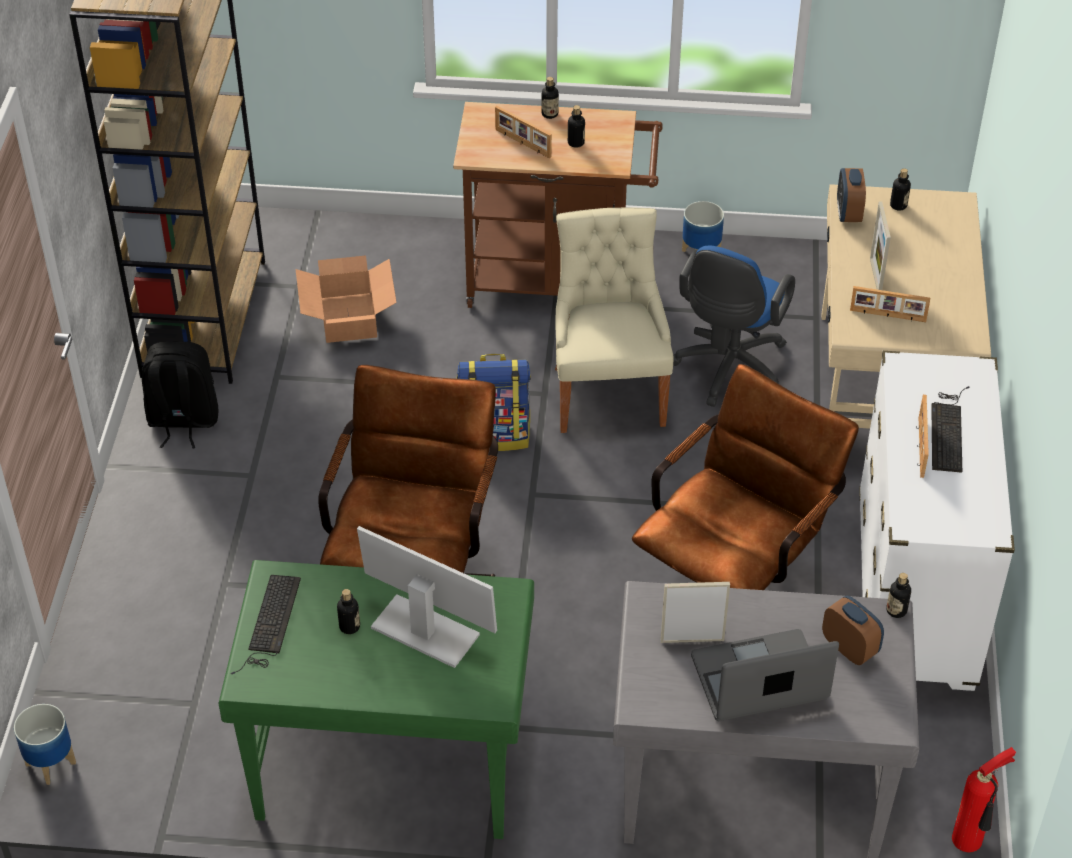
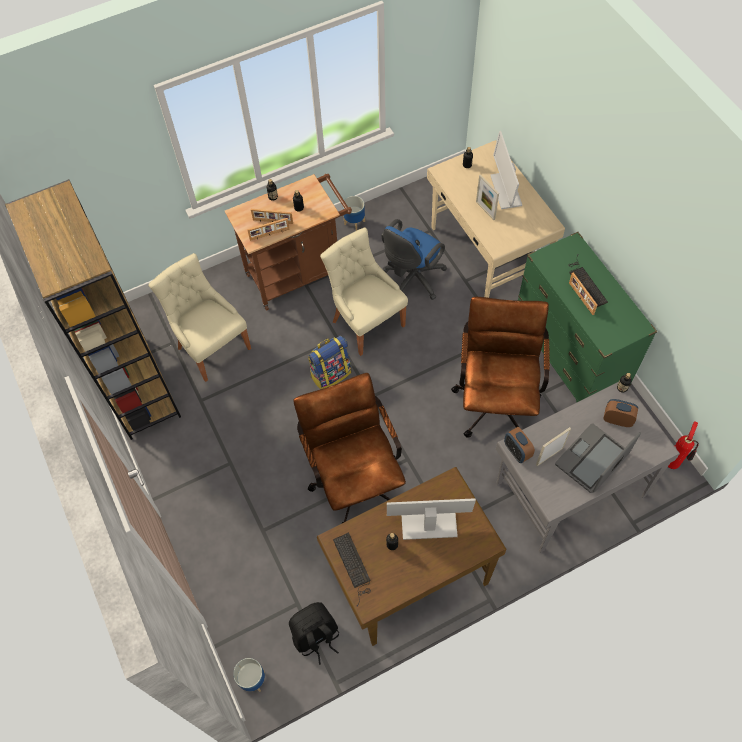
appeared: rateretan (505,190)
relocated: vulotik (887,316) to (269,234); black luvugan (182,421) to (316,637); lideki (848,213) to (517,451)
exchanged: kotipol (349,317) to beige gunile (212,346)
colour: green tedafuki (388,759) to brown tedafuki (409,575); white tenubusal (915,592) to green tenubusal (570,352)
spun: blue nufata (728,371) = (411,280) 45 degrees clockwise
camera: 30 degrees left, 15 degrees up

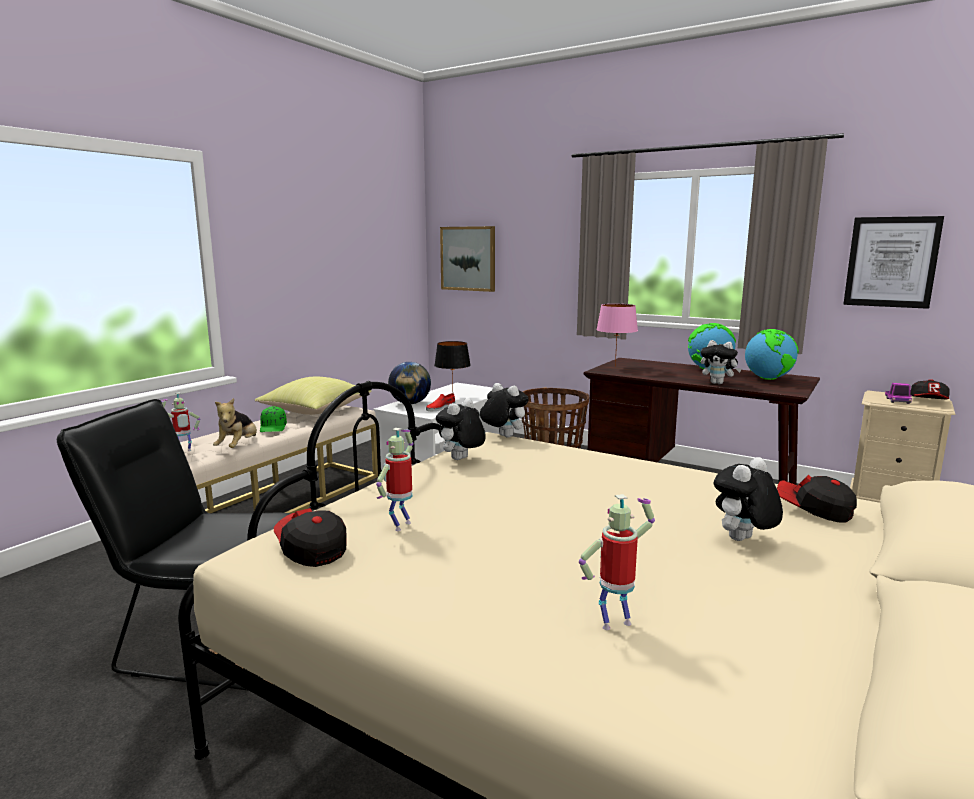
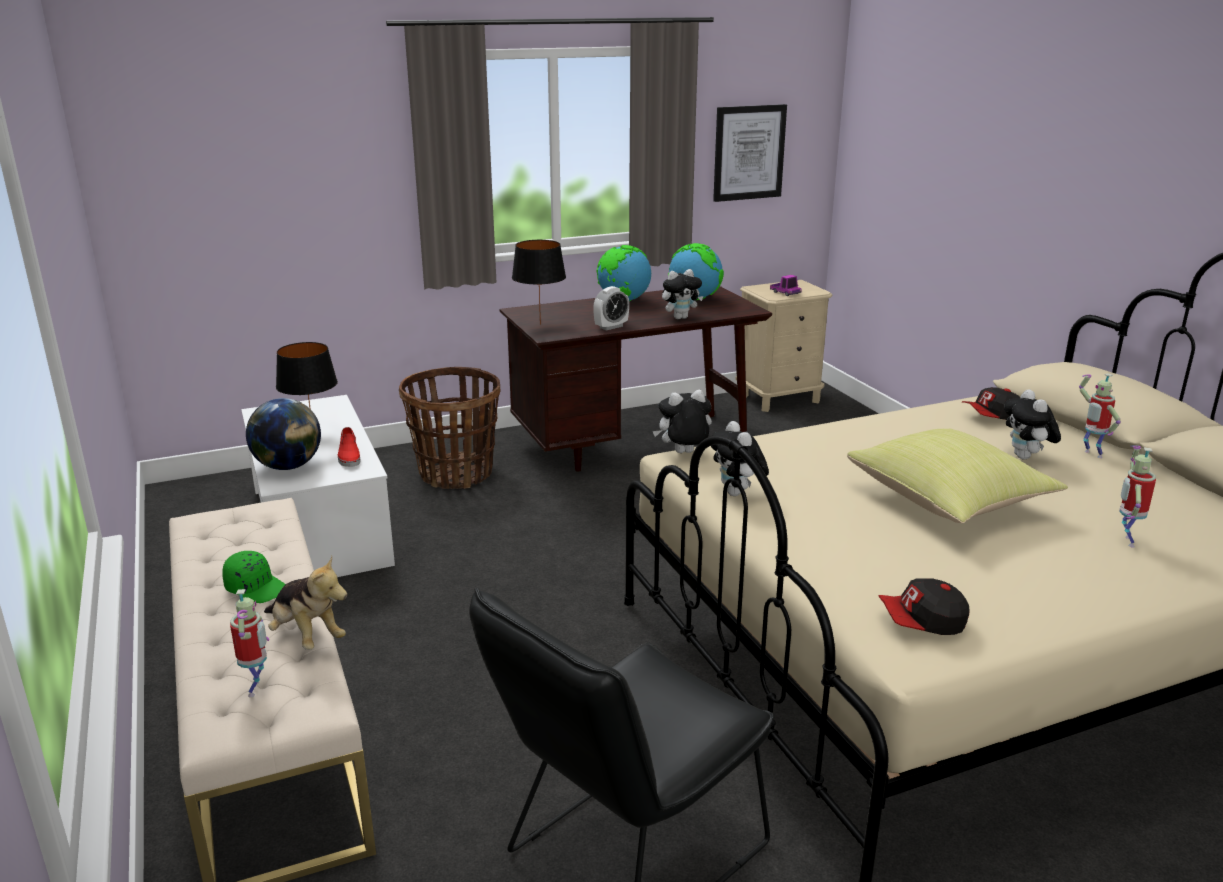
missing: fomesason (468,258); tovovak (929,401)
appeared: lideki (611,327)
relocated: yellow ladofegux (316,412) to (950,502); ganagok (400,525) to (1090,454)
colour: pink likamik (615,366) to black likamik (541,324)
camera: 55 degrees left, 10 degrees up

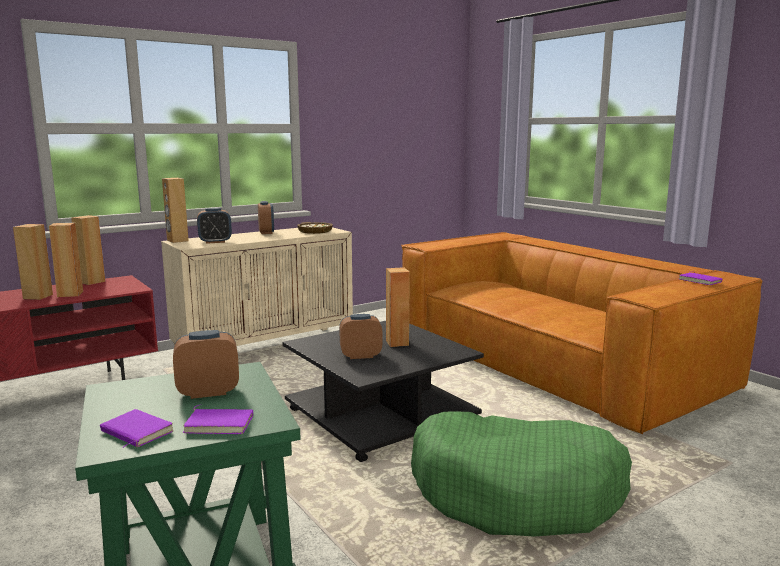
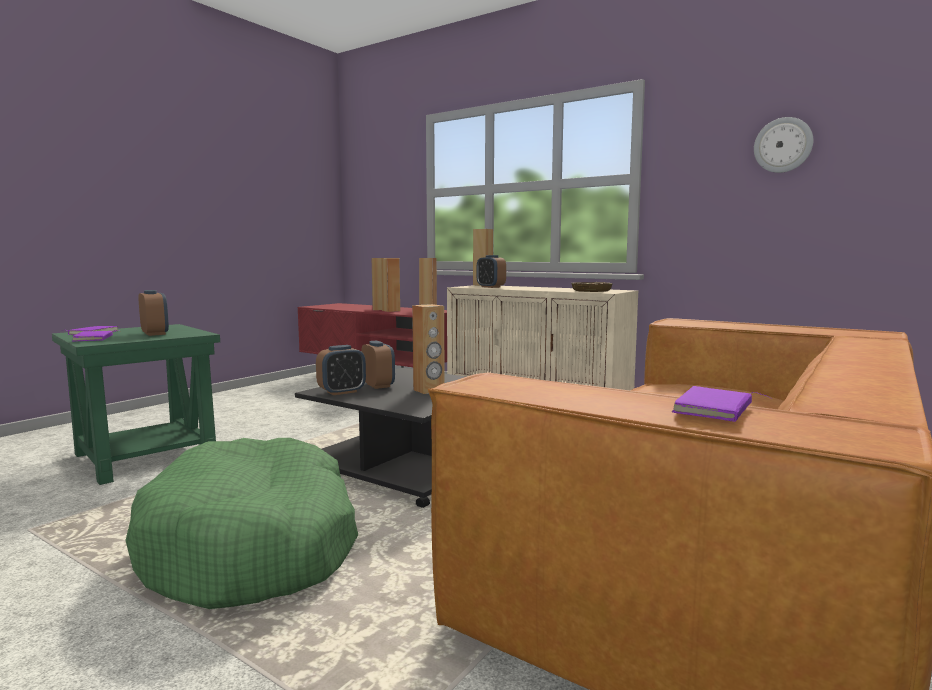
appeared: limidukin (783,145)
relocated: lideki (266,232) to (342,392)
camera: 70 degrees right, 5 degrees down

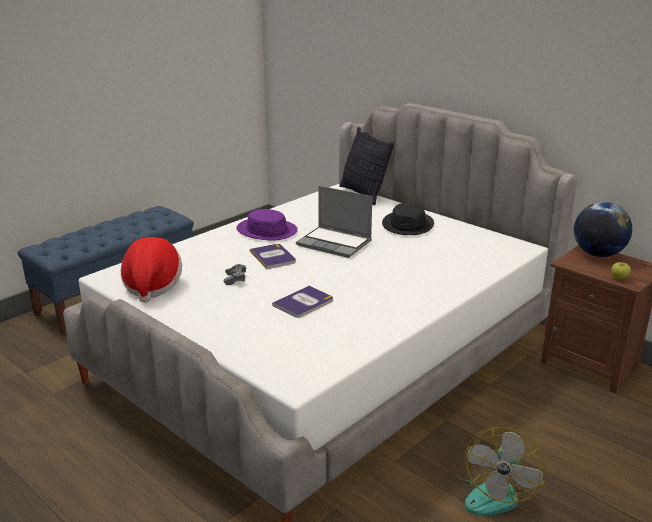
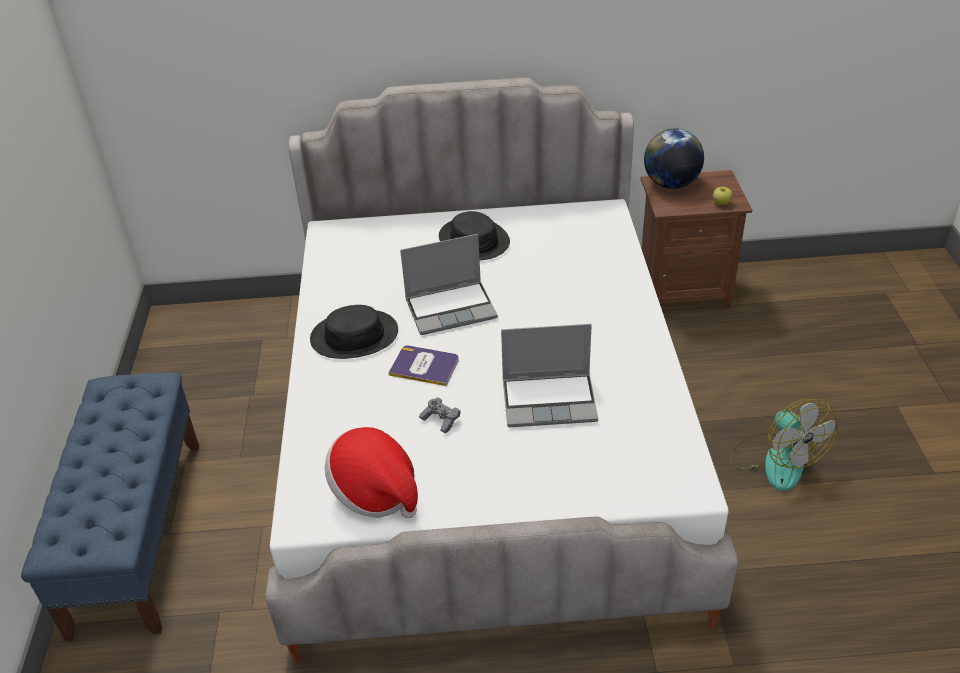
missing: ladofegux (364,194)
exchanged: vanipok (303,303) to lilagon (550,400)
colour: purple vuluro (267,230) to black vuluro (354,335)
camera: 45 degrees left, 15 degrees up

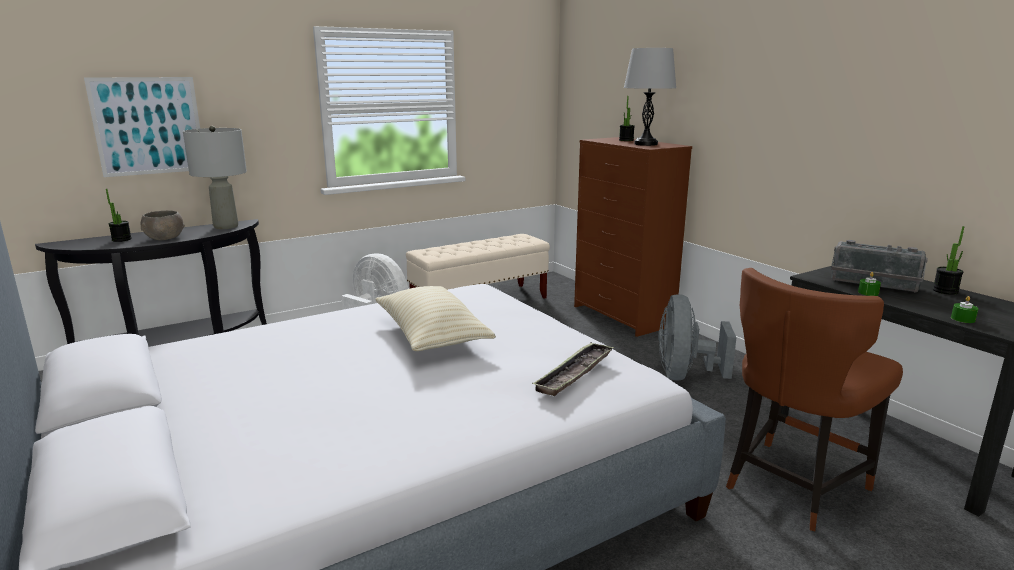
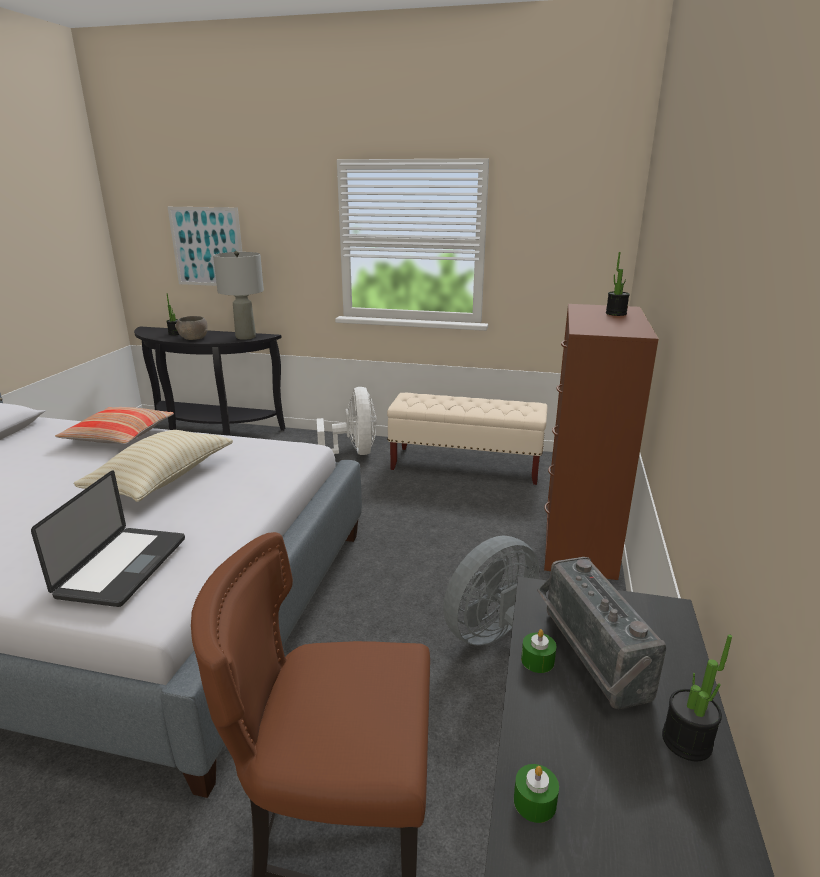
missing: grey likamik (646,144)
appeared: ladofegux (119,435)
exchanged: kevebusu (574,373) to lilagon (123,567)
camera: 45 degrees right, 5 degrees up

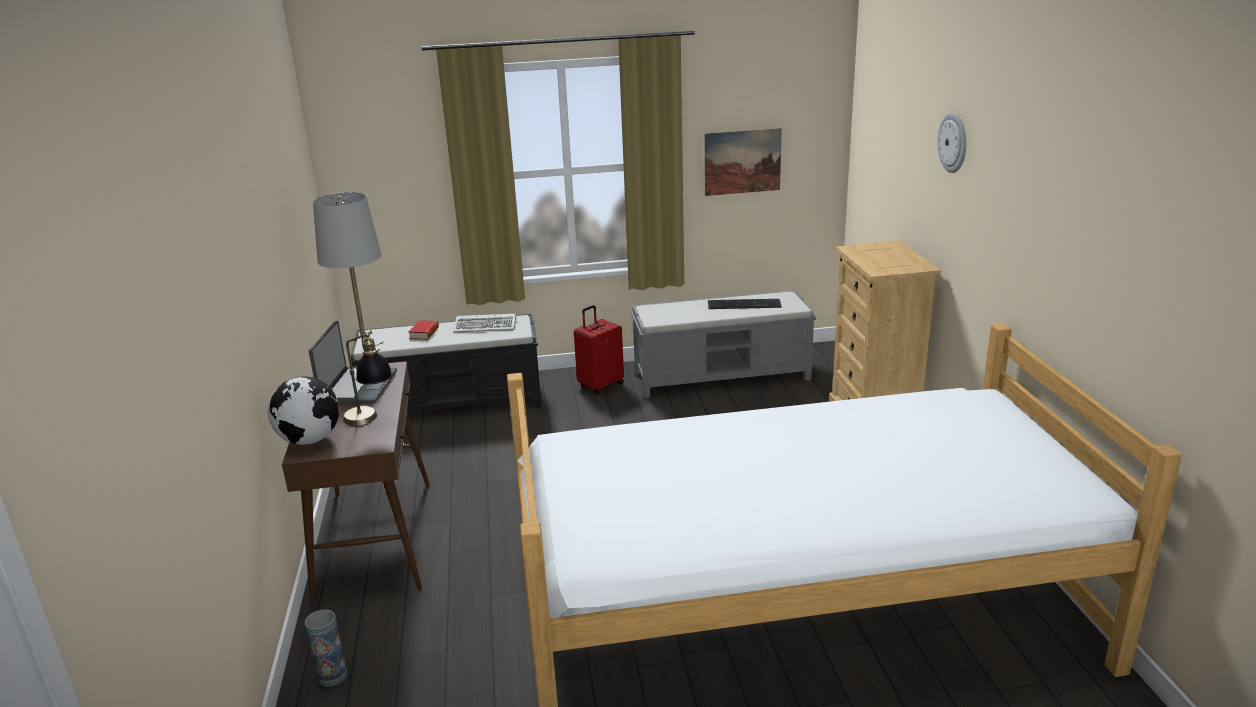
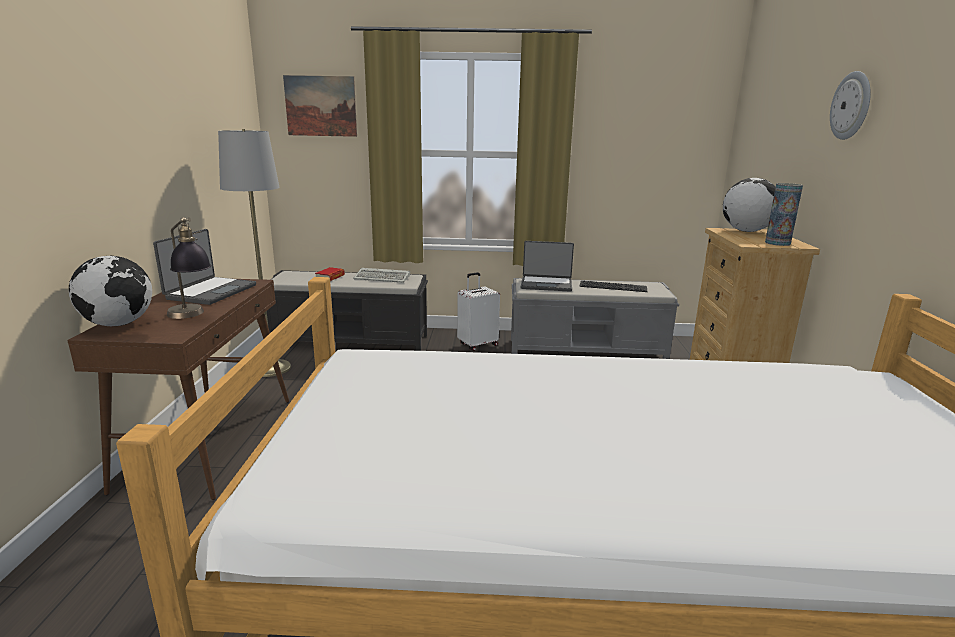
appeared: lilagon (546,284); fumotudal (746,231)
relocated: fomesason (742,161) to (321,106); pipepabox (332,676) to (777,243)
colour: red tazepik (600,385) to white tazepik (477,344)
camera: 10 degrees right, 5 degrees down

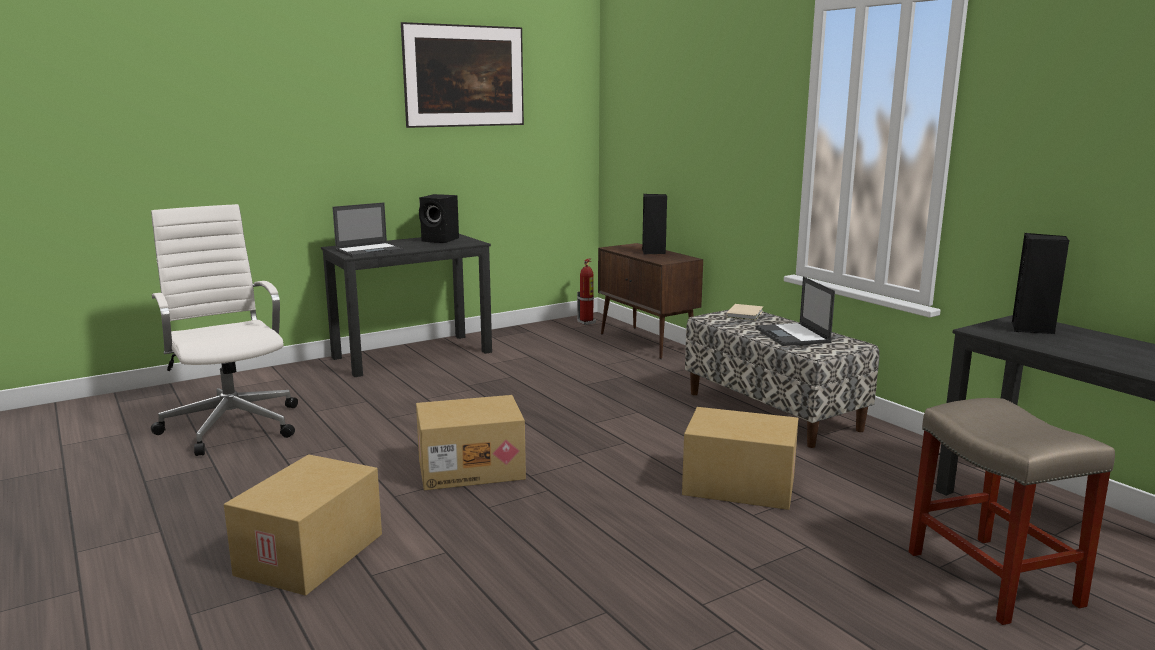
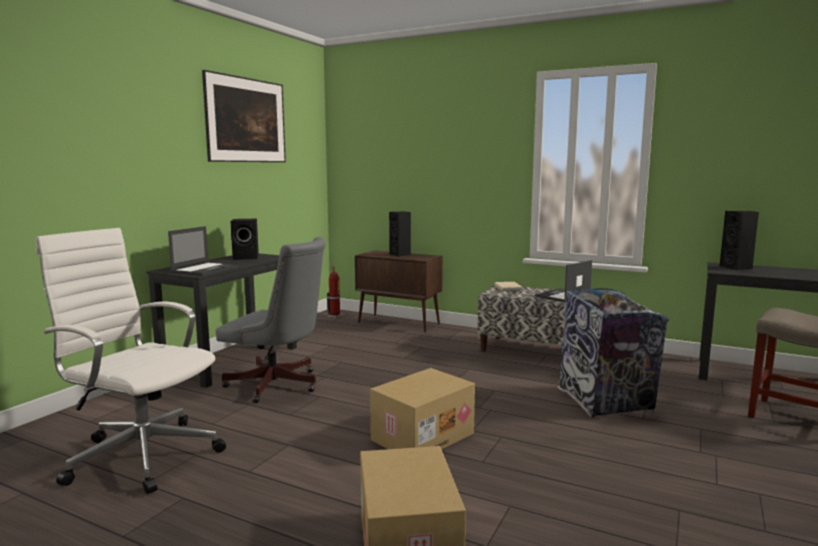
appeared: grey nufata (278,385)
exchanged: kotipol (738,486) to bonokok (605,402)
spun: lilagon (793,335) = (562,296) 90 degrees clockwise
camera: 30 degrees left, 5 degrees down

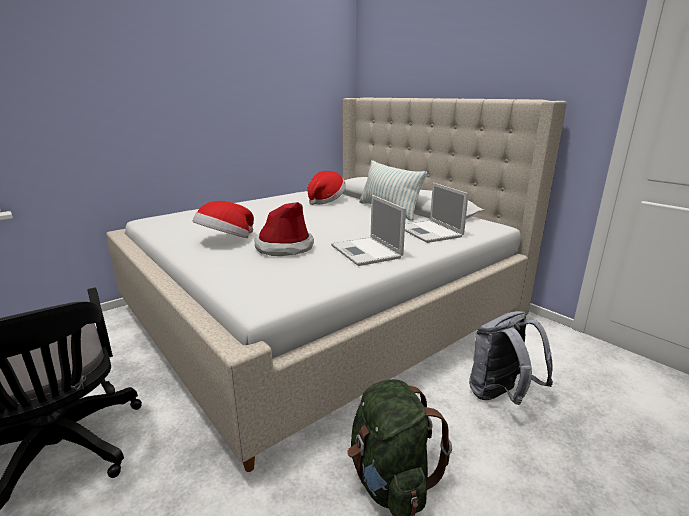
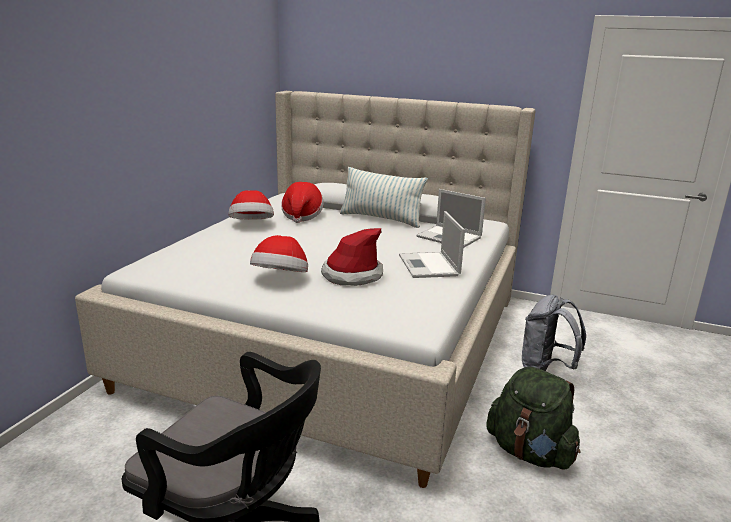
appeared: vuluro (252,225)
spun: lilagon (367,252) = (429,266) 45 degrees clockwise
camera: 30 degrees left, 0 degrees up

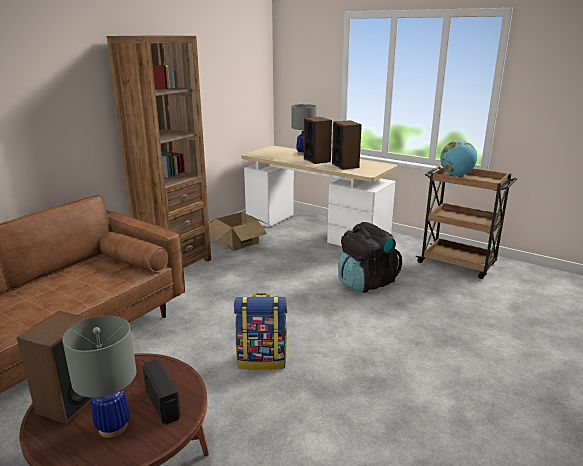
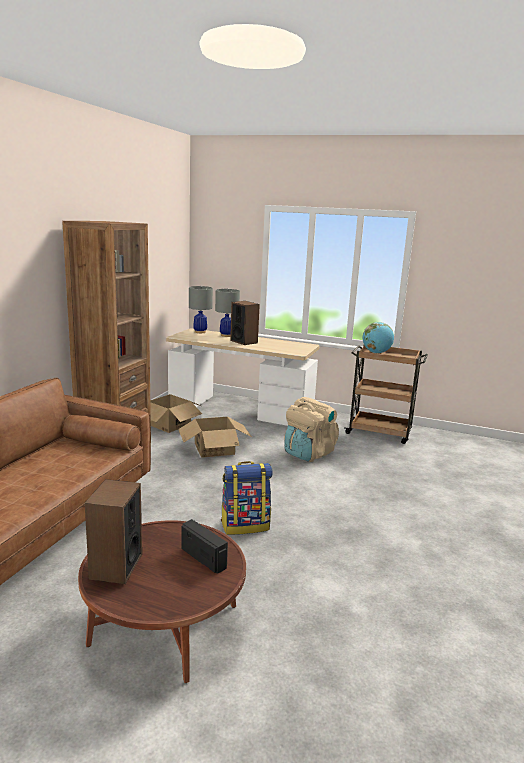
missing: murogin (345,165)
appeared: kotipol (214,449)
relocated: grey likamik (113,427) to (200,332)
colour: black luvugan (366,283) to beige luvugan (308,453)
camera: 15 degrees left, 5 degrees down

